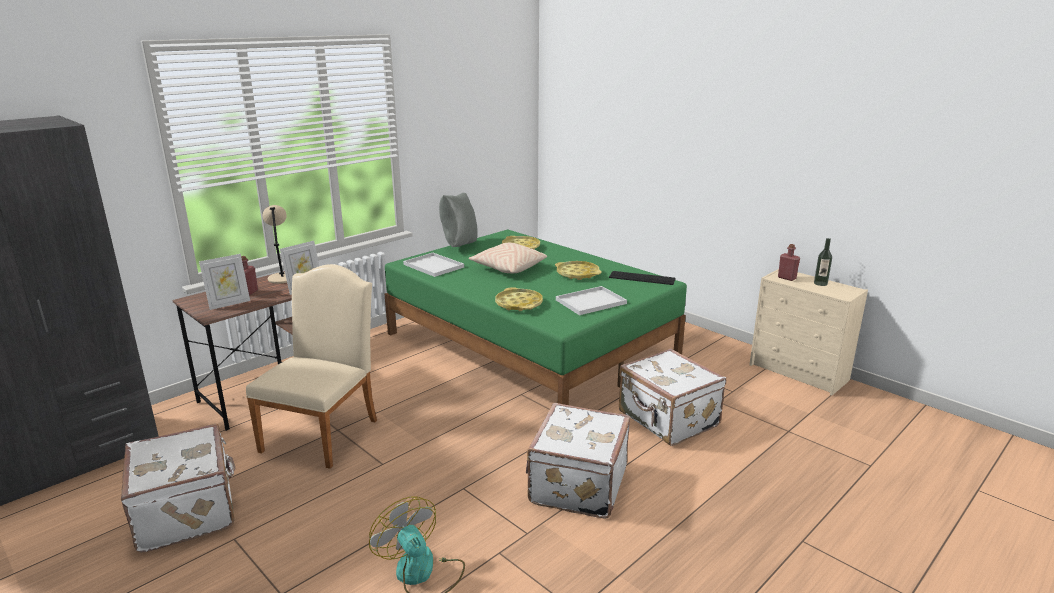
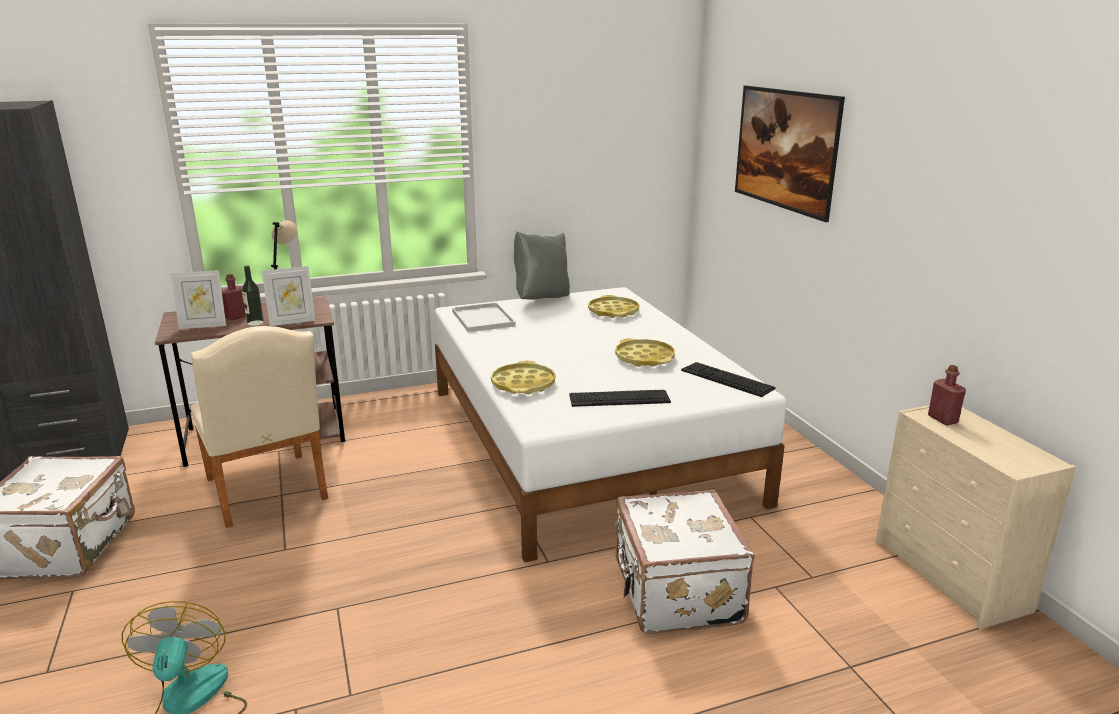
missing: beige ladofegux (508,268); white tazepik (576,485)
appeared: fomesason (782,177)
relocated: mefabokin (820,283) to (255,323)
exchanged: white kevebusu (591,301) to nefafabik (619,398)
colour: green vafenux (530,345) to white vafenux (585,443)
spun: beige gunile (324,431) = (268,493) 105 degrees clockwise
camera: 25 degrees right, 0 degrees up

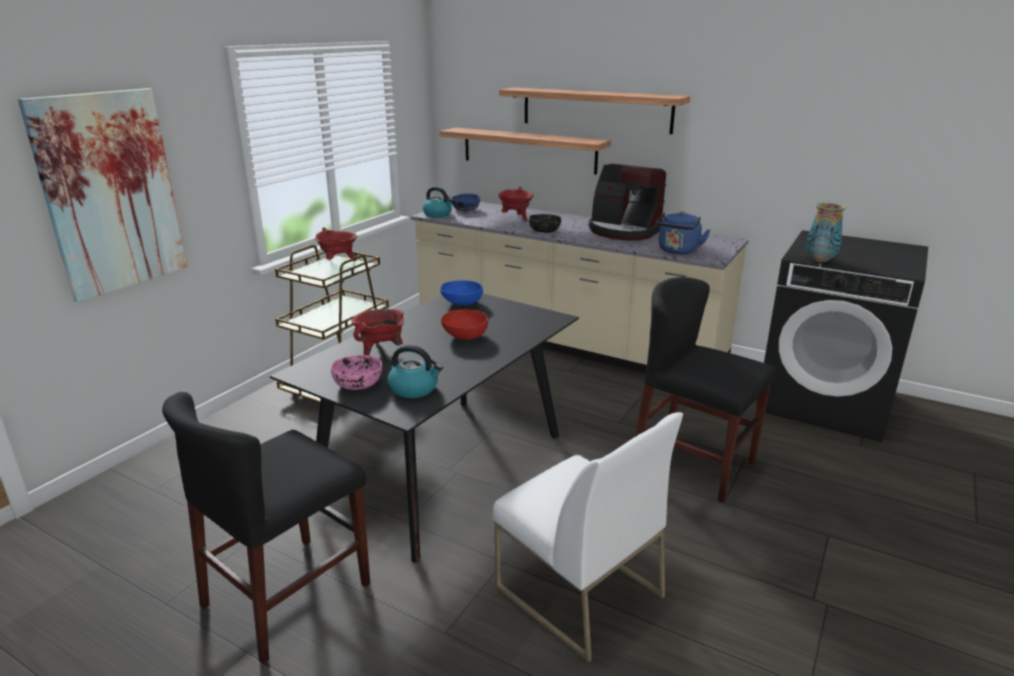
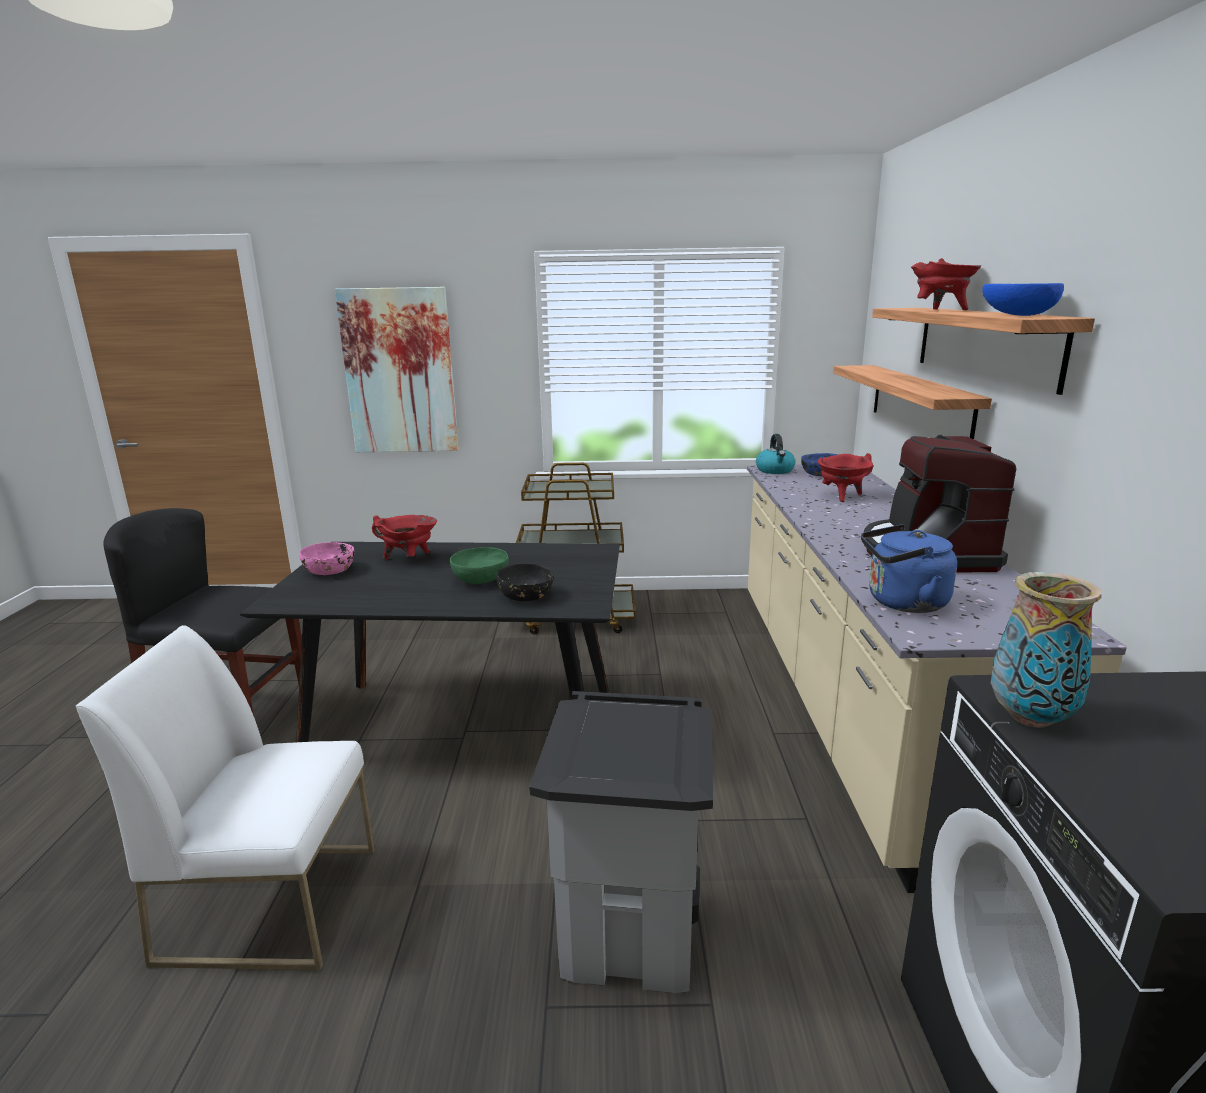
missing: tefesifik (414,389)
relocated: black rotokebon (545,231) to (526,596); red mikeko (338,262) to (940,310); blue rotokebon (461,303) to (1017,315)
exchanged: black gunile (692,464) to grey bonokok (632,935)
colour: red rotokebon (464,336) to green rotokebon (480,579)
spun: white gunile (577,591) = (273,902) 75 degrees clockwise
camera: 60 degrees right, 5 degrees down

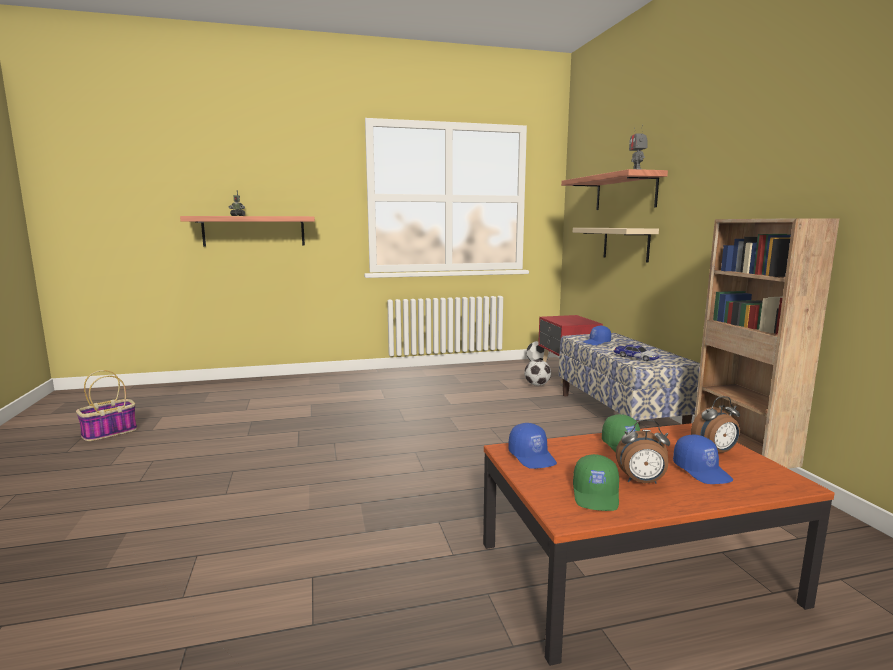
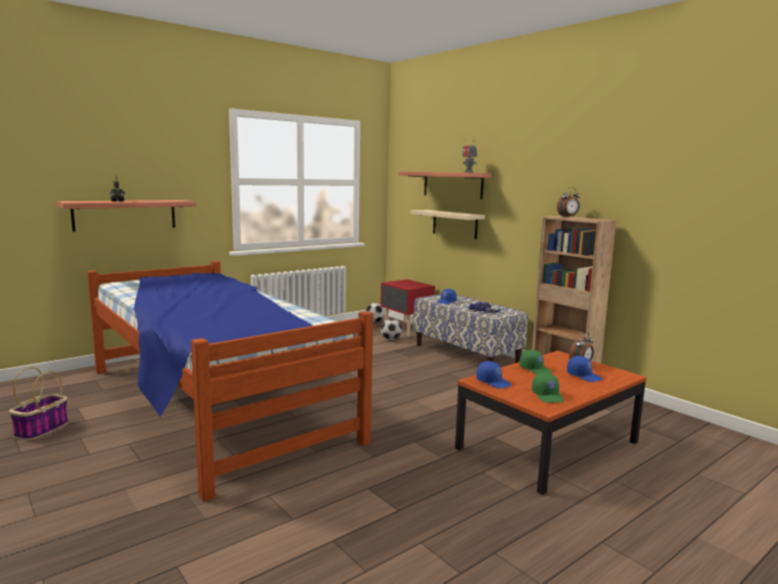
appeared: vafenux (212,403)
relocated: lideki (641,482) to (568,217)
camera: 25 degrees left, 0 degrees up

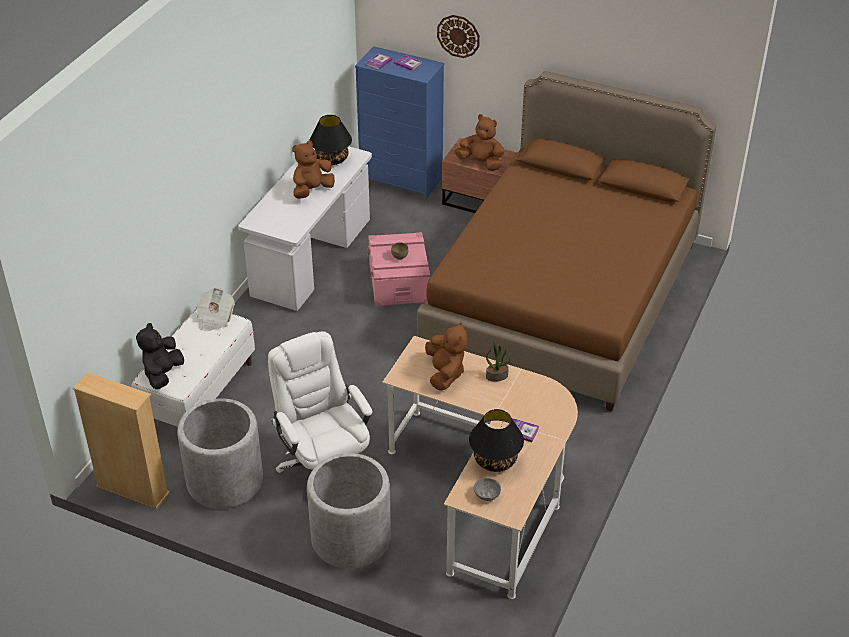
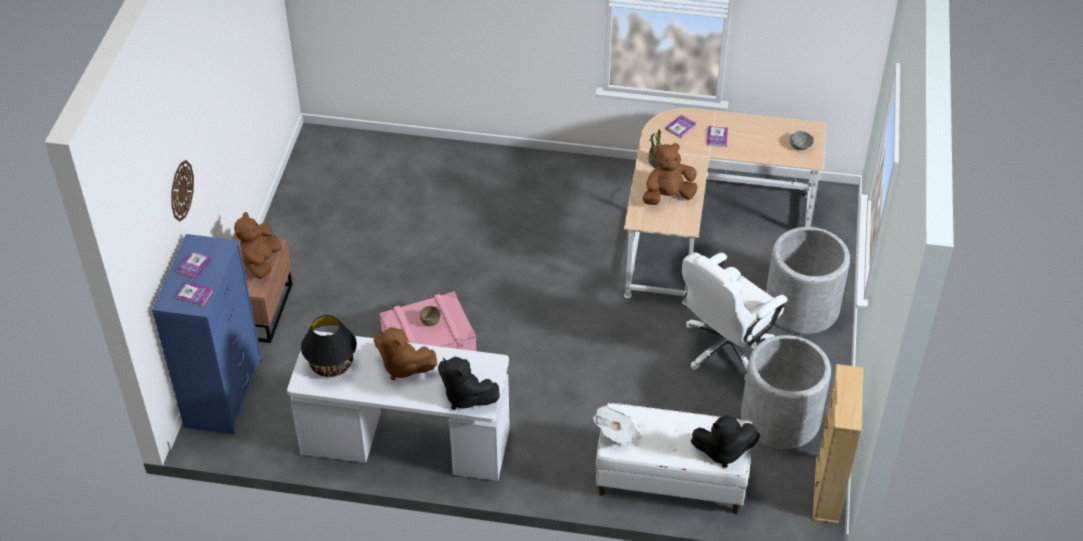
missing: brown vafenux (563,296); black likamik (495,460)
appeared: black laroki (465,397); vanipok (680,127)
camera: 105 degrees left, 5 degrees up

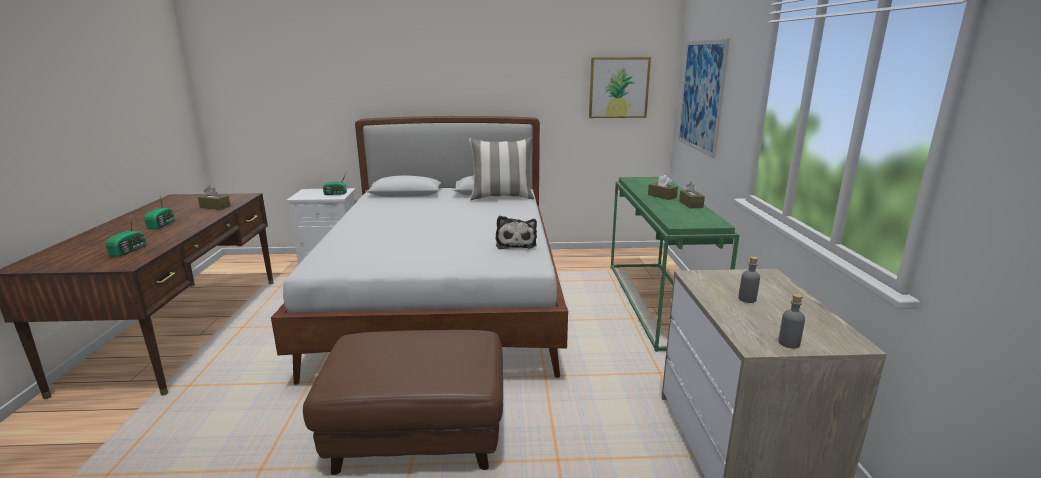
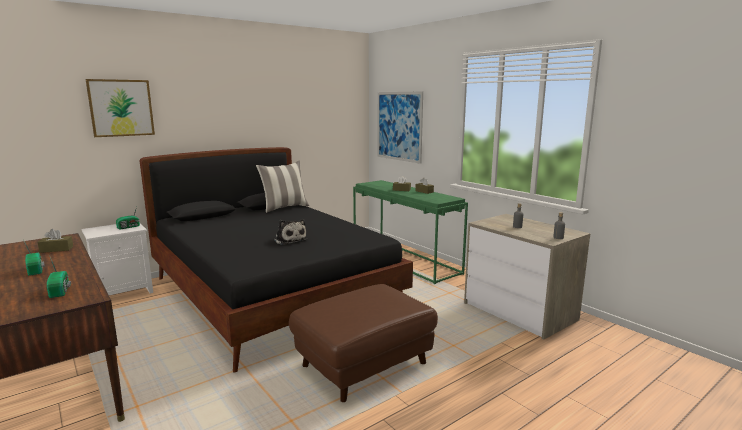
relocated: fomesason (618,87) to (121,108); laroki (516,243) to (289,240)
colour: white vafenux (445,303) to black vafenux (272,294)
camera: 35 degrees left, 5 degrees down

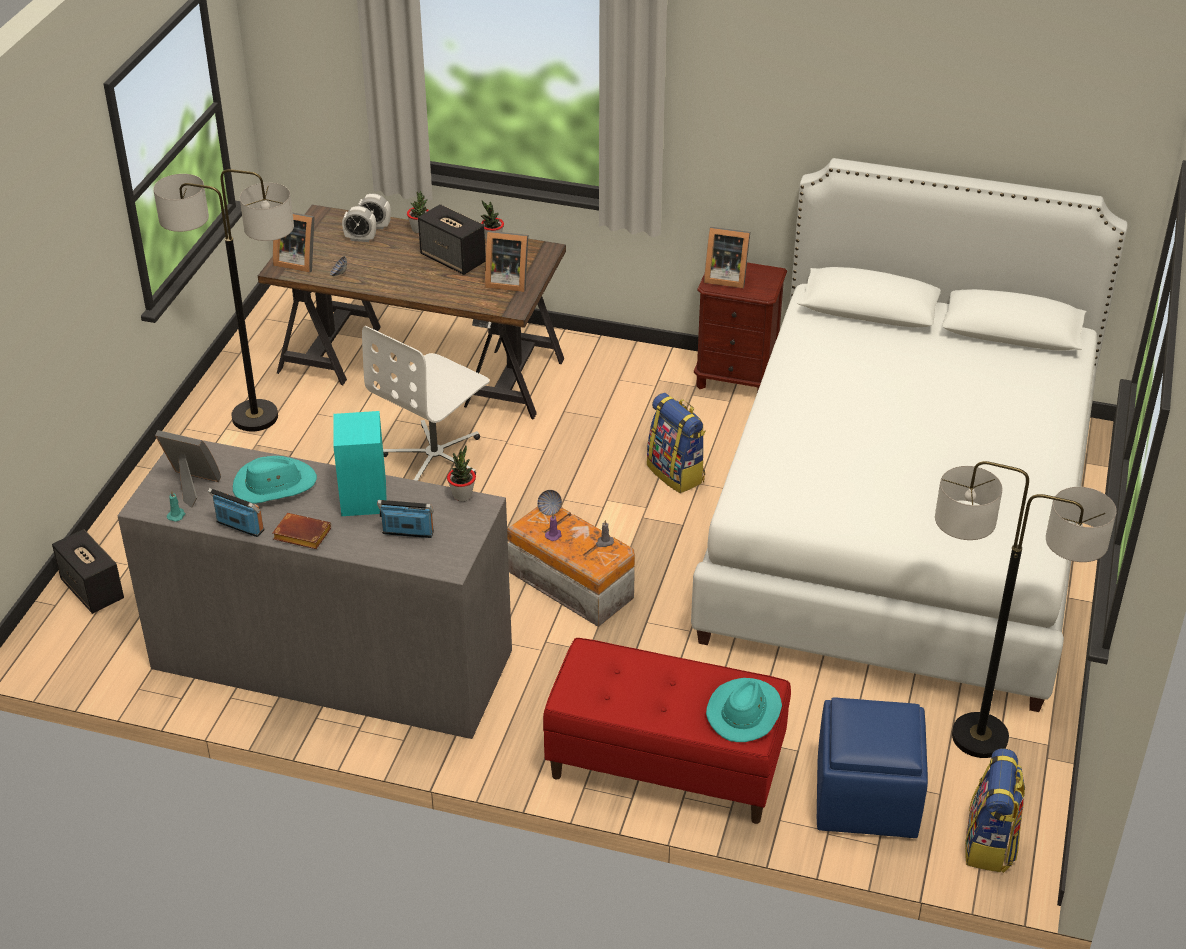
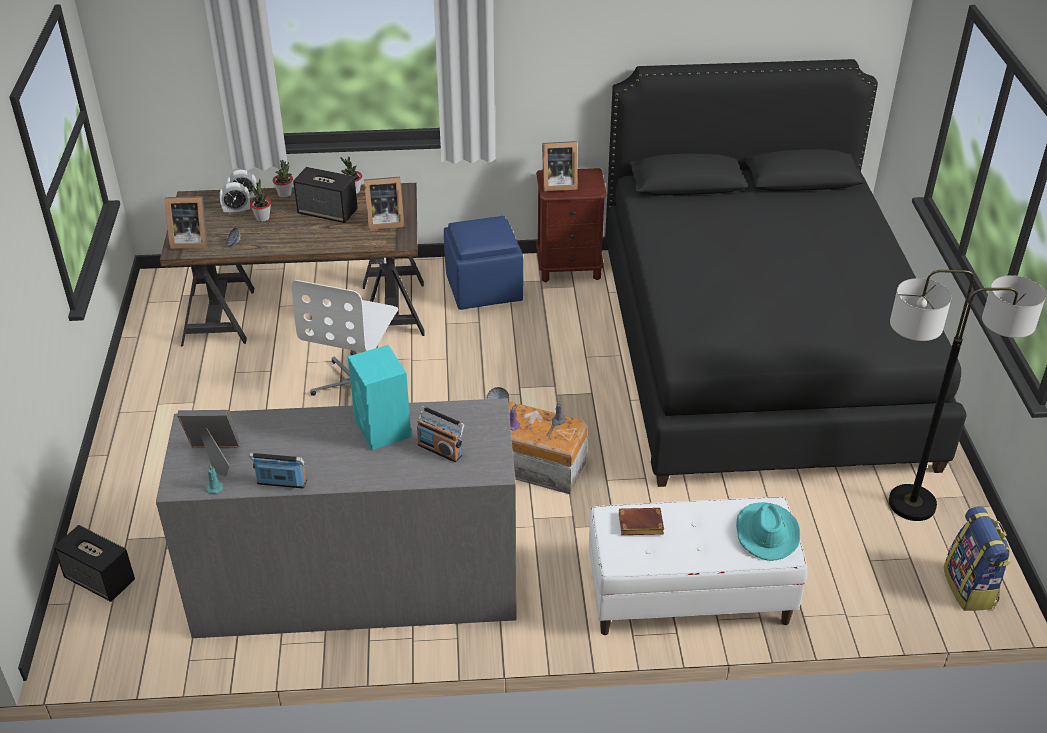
missing: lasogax (255,417); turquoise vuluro (274,484); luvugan (676,473)
relocated: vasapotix (462,495) to (262,218); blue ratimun (867,797) to (484,288); brown vanipok (300,535) to (639,526)
colour: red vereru (664,767) to white vereru (688,598); white vafenux (901,524) to black vafenux (758,352)
spun: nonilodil (408,532) = (440,449) 135 degrees counterclockwise
camera: 20 degrees left, 0 degrees up

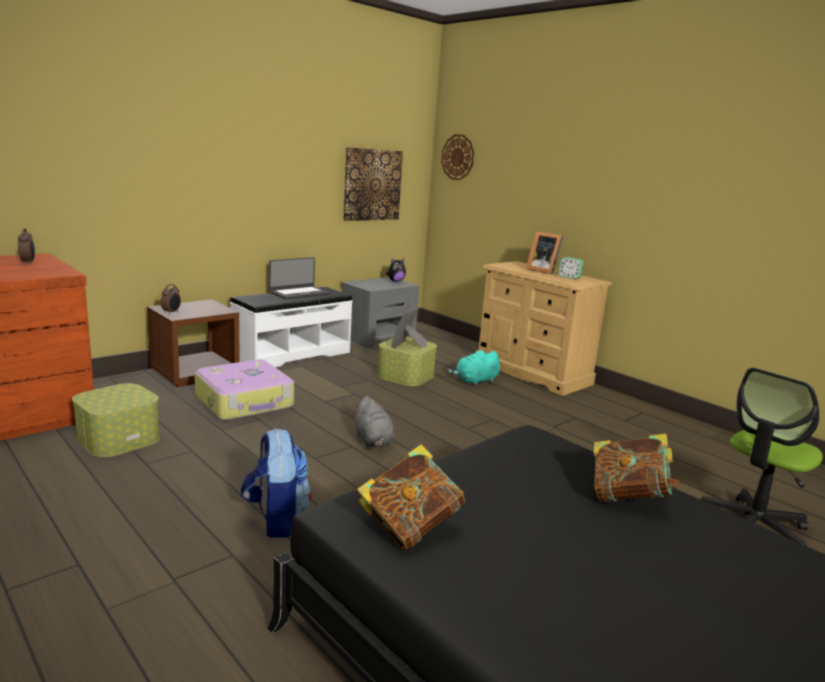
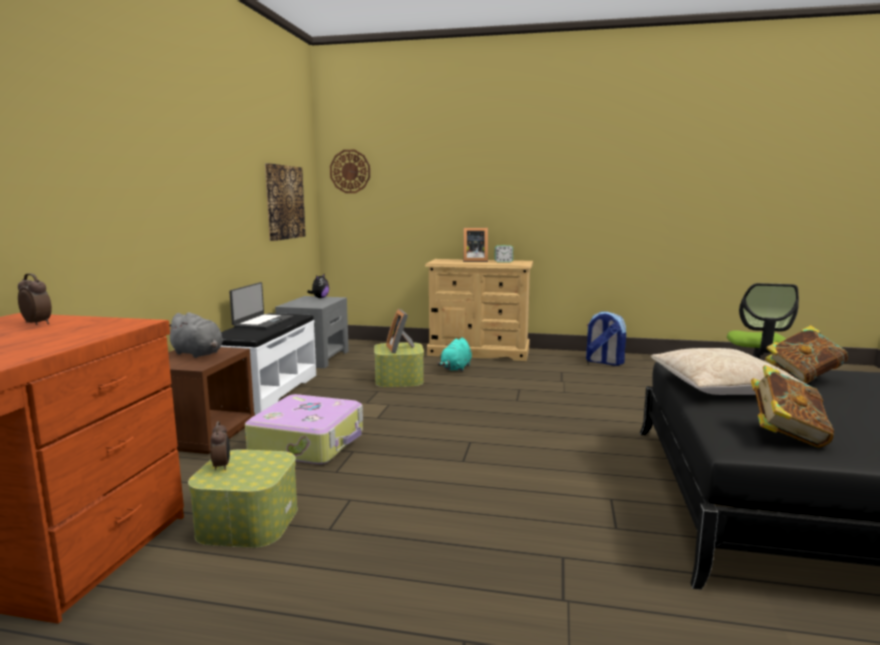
appeared: beige ladofegux (721,386)
relocated: grey laroki (374,441) to (198,354); lideki (171,312) to (222,466); luvugan (276,519) to (603,362)
camera: 35 degrees left, 5 degrees down

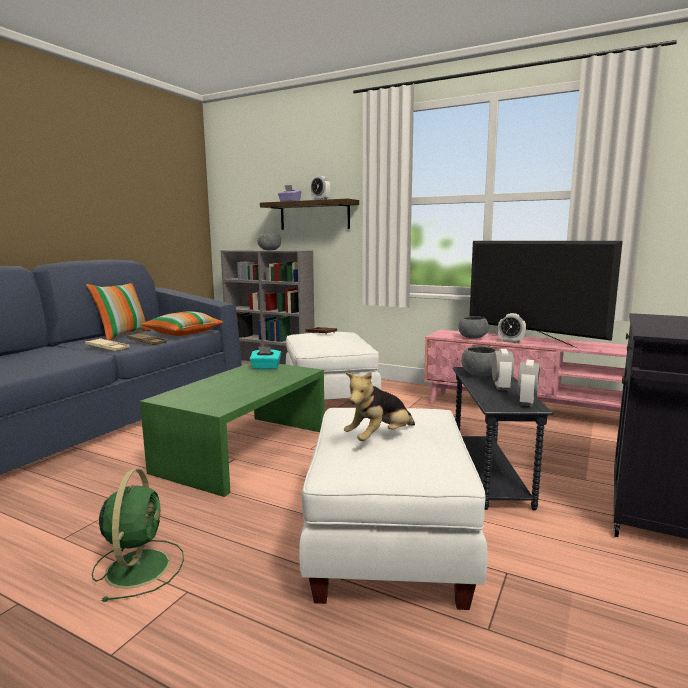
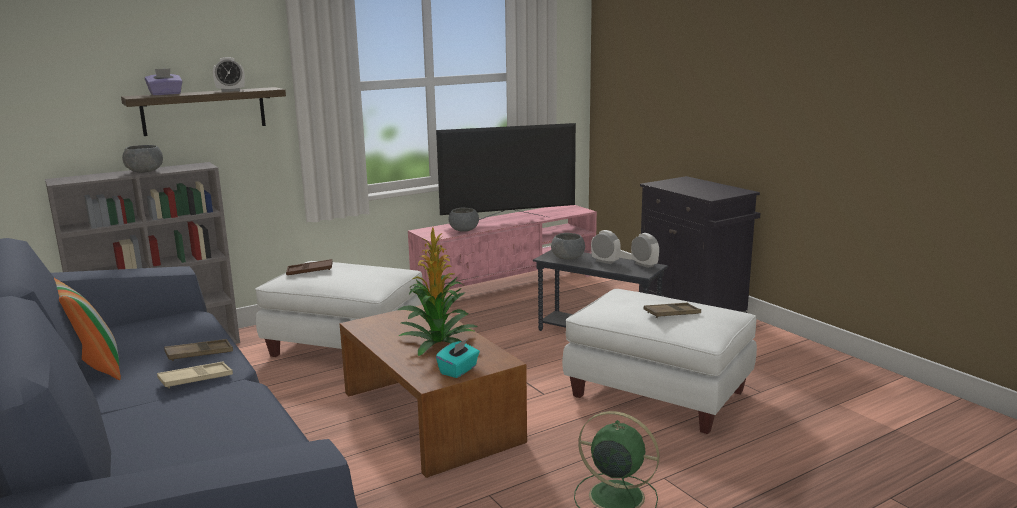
missing: ladofegux (183,333); lideki (511,341)
appeared: vasapotix (439,343)
relocated: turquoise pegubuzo (265,368) to (459,370)
exchanged: laroki (380,438) to brown kevebusu (672,314)
colour: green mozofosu (243,449) to brown mozofosu (429,416)
camera: 60 degrees left, 5 degrees up

